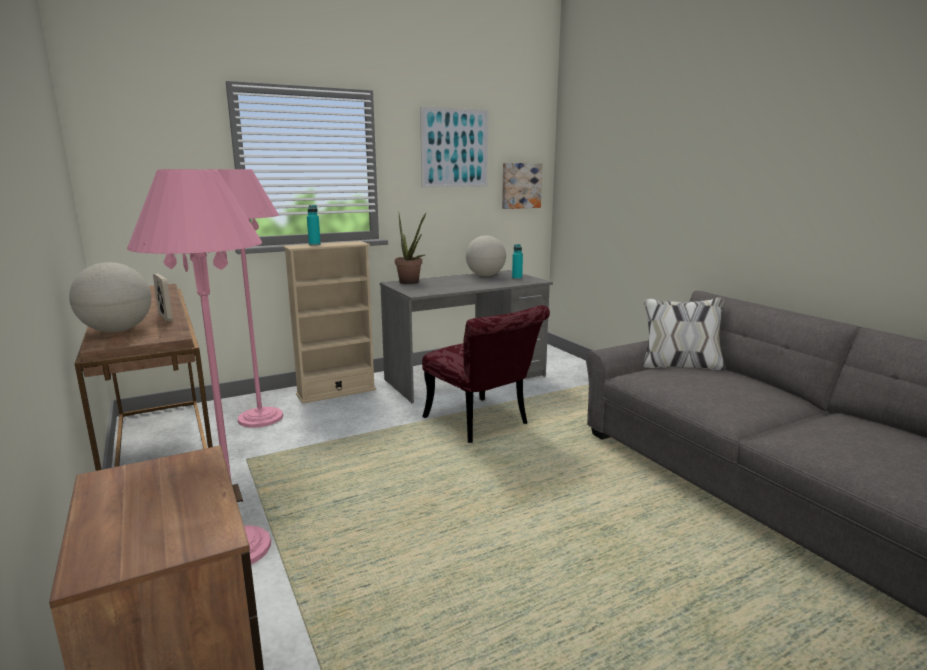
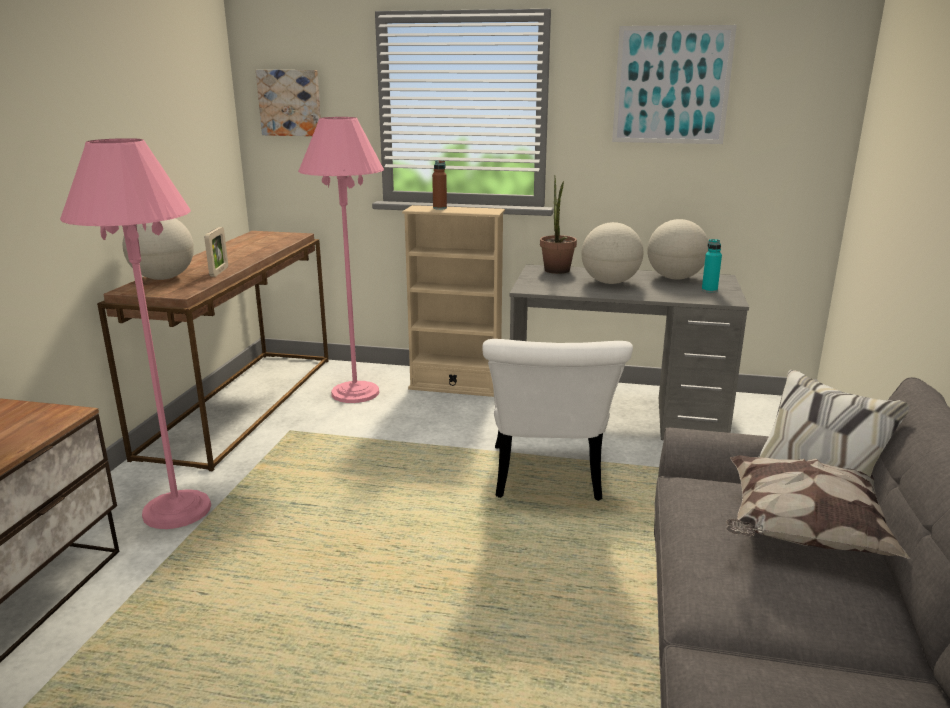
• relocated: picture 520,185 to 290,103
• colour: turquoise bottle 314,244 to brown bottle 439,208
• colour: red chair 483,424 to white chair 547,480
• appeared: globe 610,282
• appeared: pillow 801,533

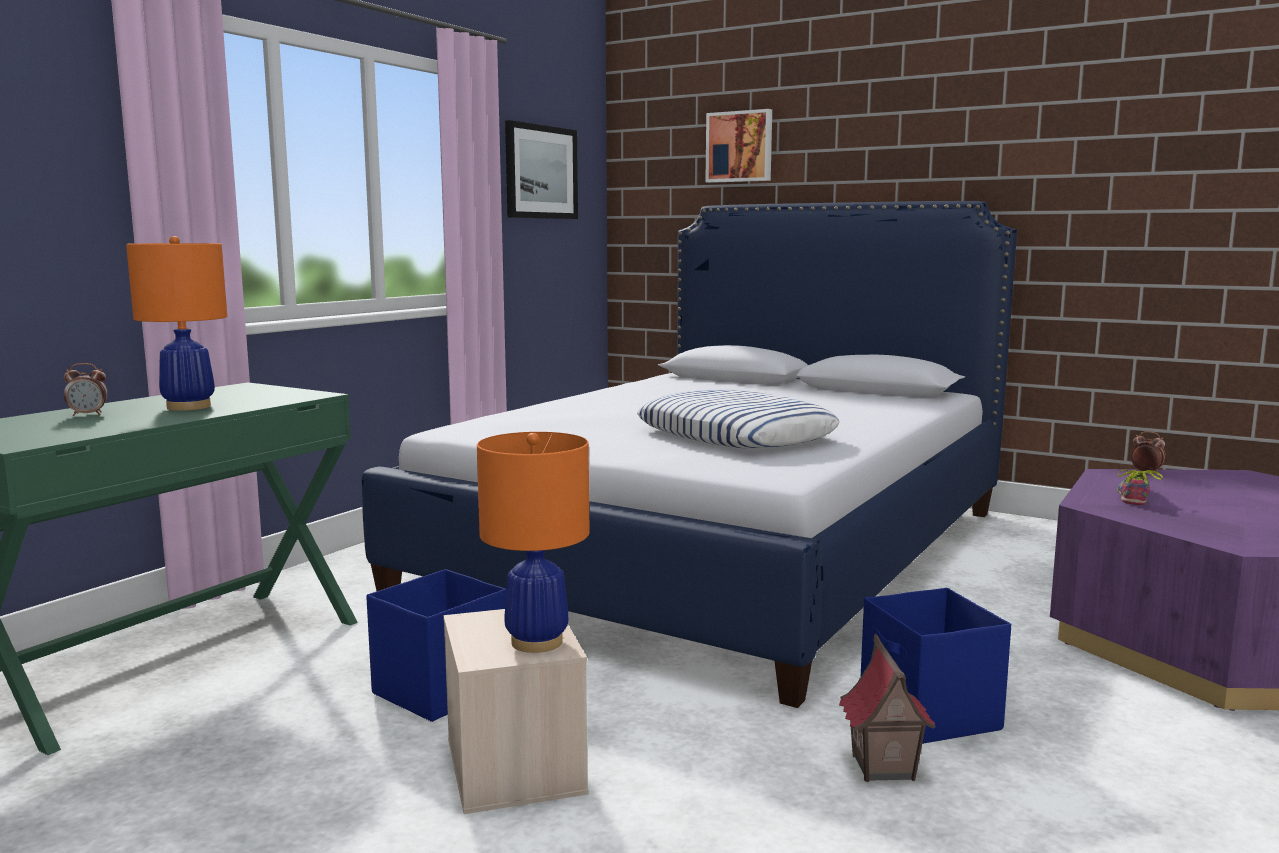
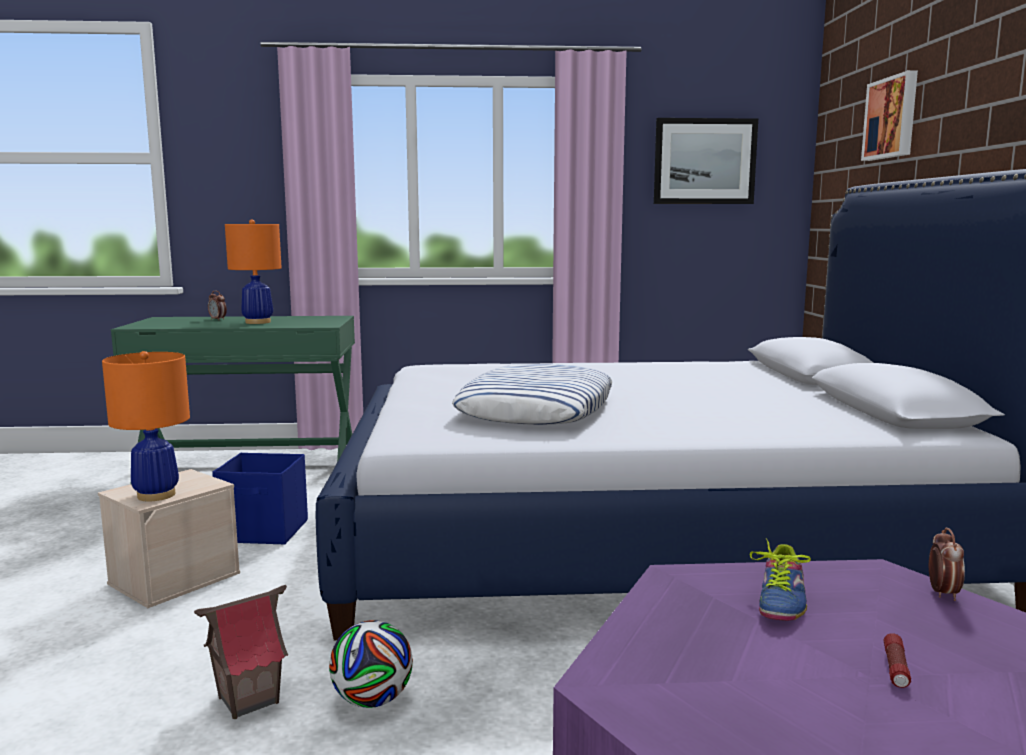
• exchanged: blue storage box 929,715 to football 372,700
• spun: shoe 1137,496 = 776,599 120 degrees clockwise
• appeared: flashlight 896,669

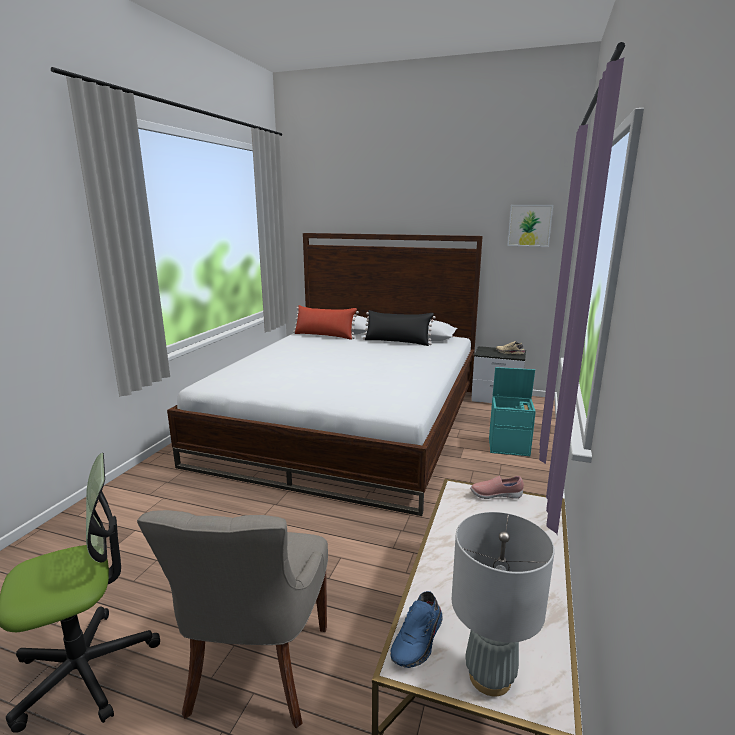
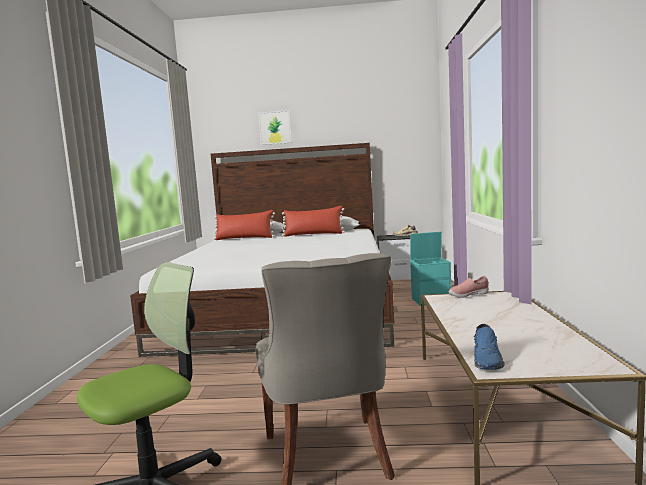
• relocated: picture 529,225 to 275,127
• colour: black pillow 397,342 to red pillow 313,234
• missing: grey table lamp 490,677

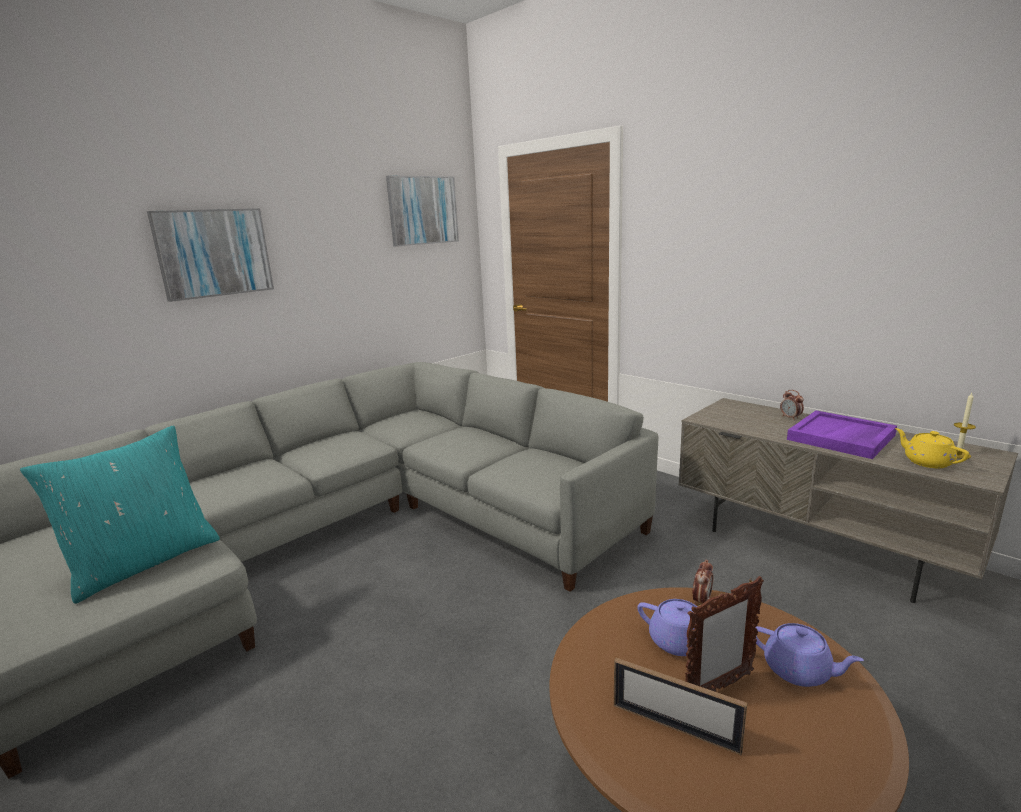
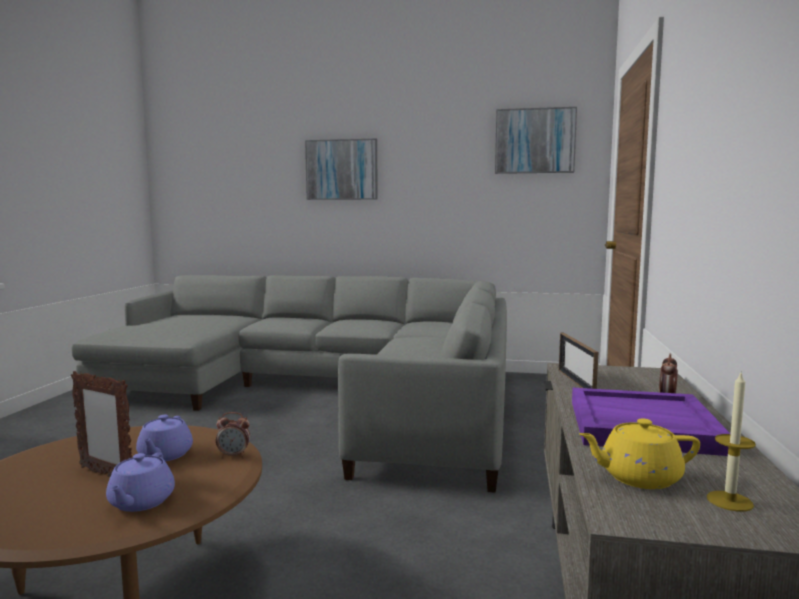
• relocated: picture frame 674,727 to 576,382
• spun: yellow teapot 927,462 = 638,477 120 degrees counterclockwise
• missing: turquoise pillow 144,562

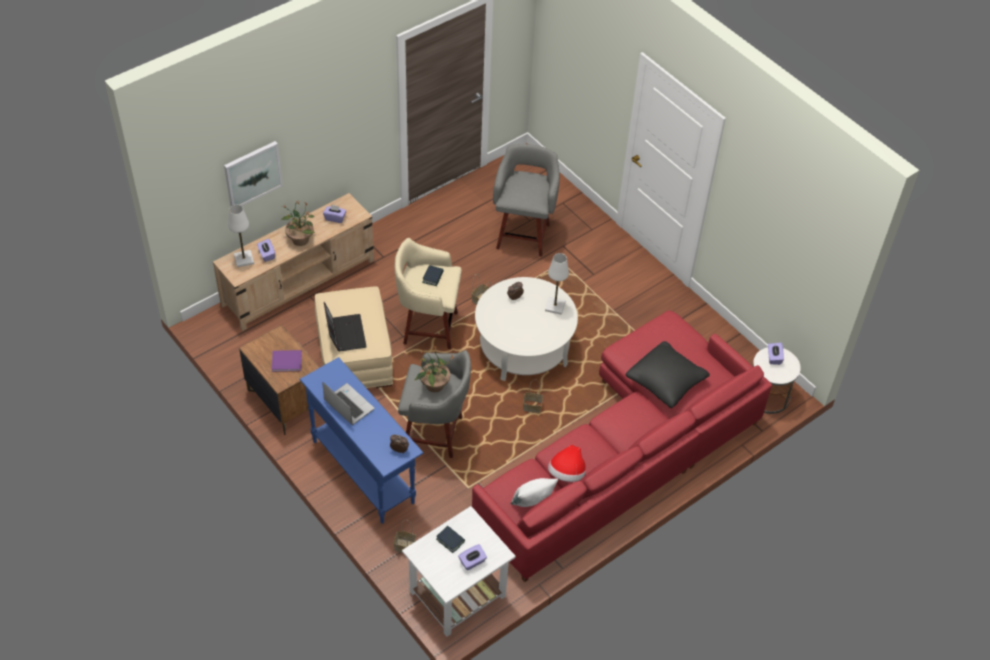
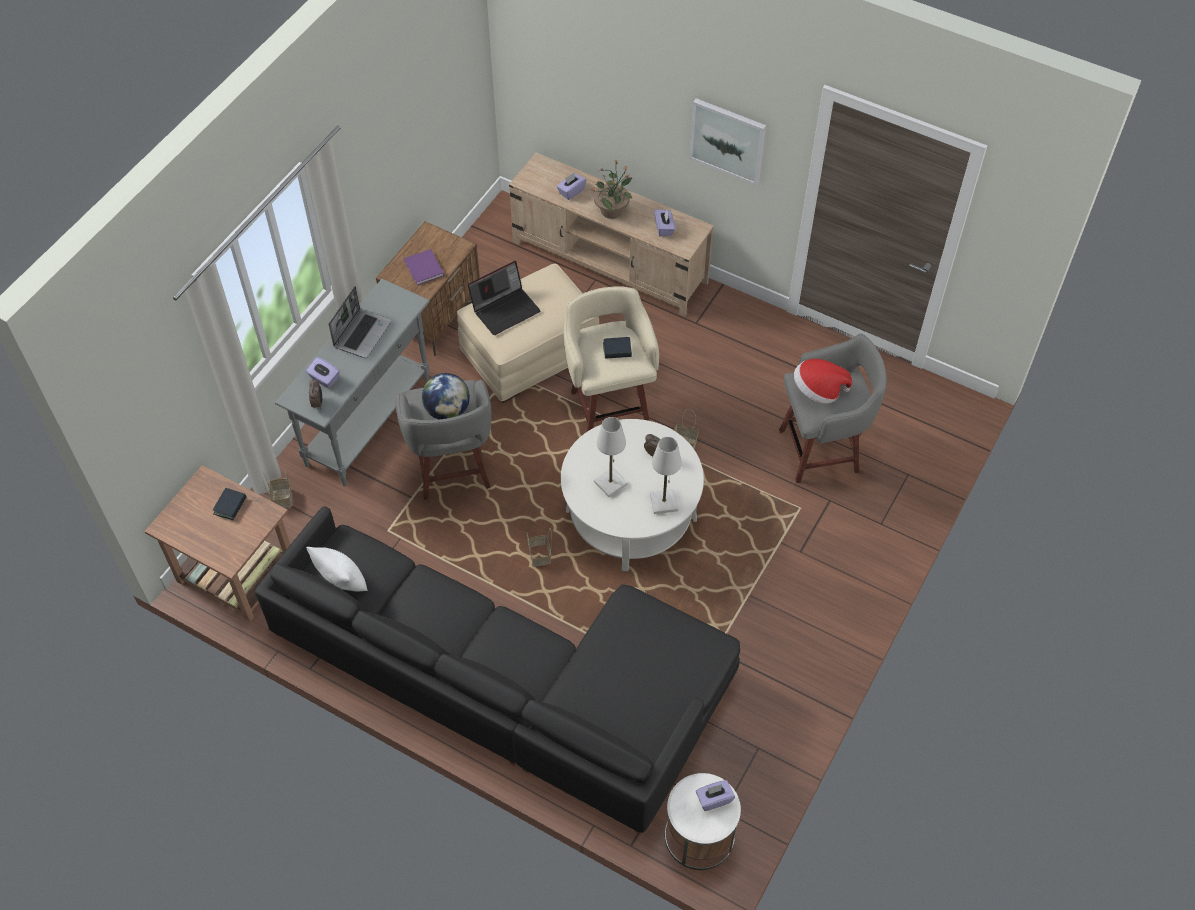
• colour: white side table 456,594 to brown side table 235,571
• colour: red sofa 625,454 to black sofa 513,684
• colour: blue console table 363,471 to grey console table 369,422
• relocated: purple tissue box 472,562 to 324,379
• exchanged: potted plant 434,385 to globe 447,410
• relocated: white table lamp 243,259 to 610,483
• relocated: picture 252,174 to 727,140
• relocated: hat 567,473 to 818,390
• missing: black pillow 666,381

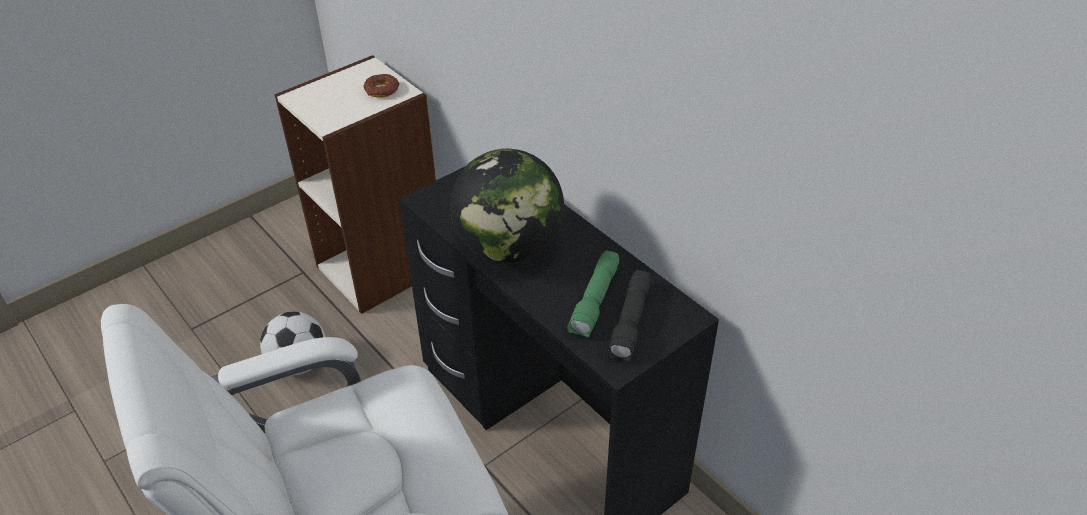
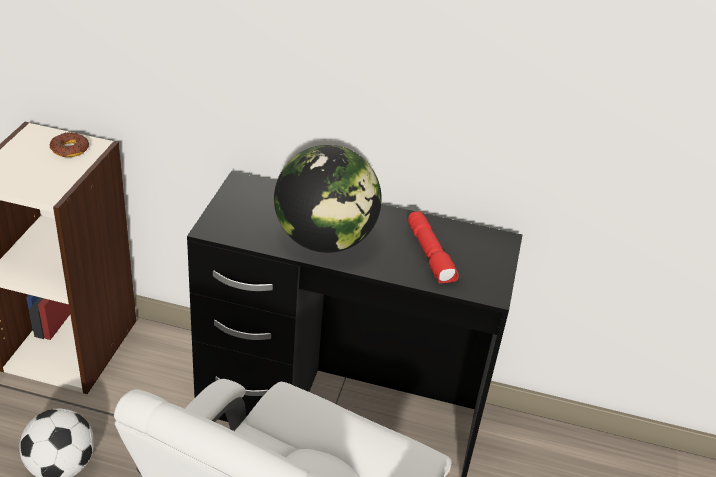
• colour: green flashlight 595,301 to red flashlight 430,255
• missing: black flashlight 631,323

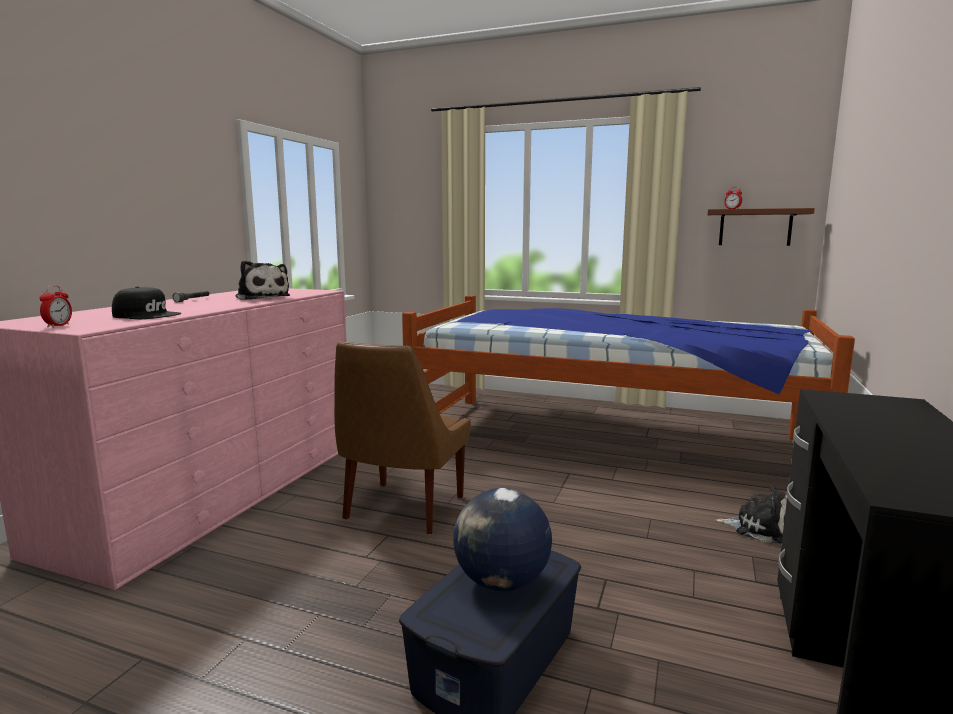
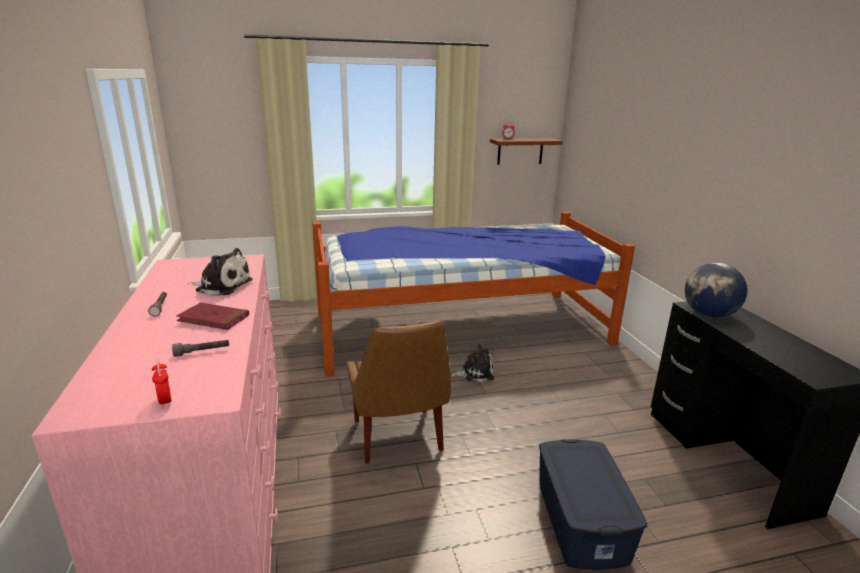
• exchanged: black cap 147,315 to grey flashlight 202,352
• appeared: red book 214,319
• relocated: plush toy 758,528 to 475,373
• relocated: globe 501,582 to 708,315

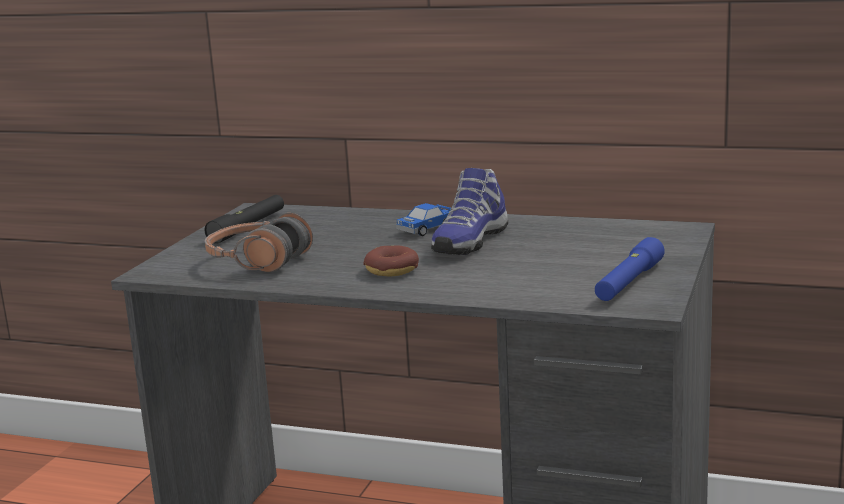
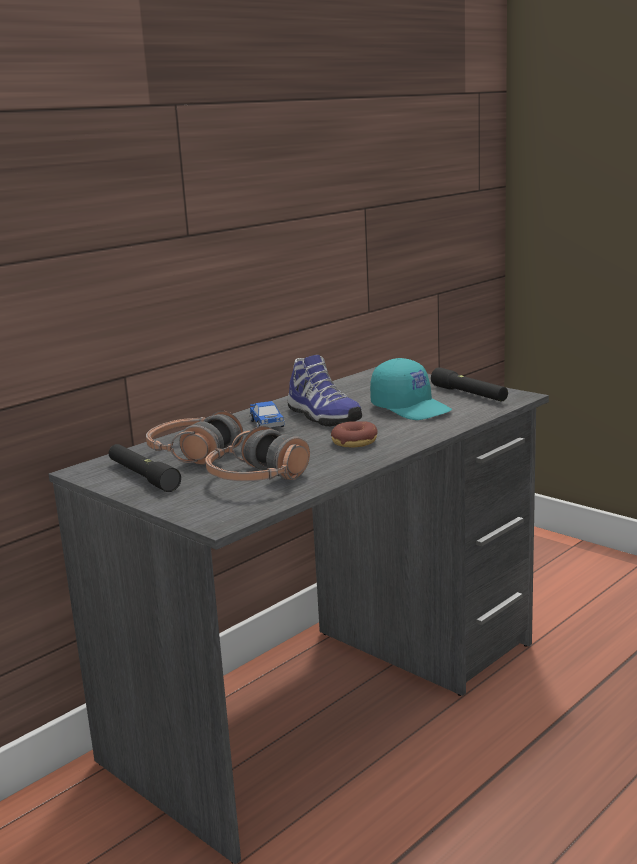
• appeared: headphones 194,454
• appeared: turquoise cap 411,408
• colour: blue flashlight 629,282 to black flashlight 469,394

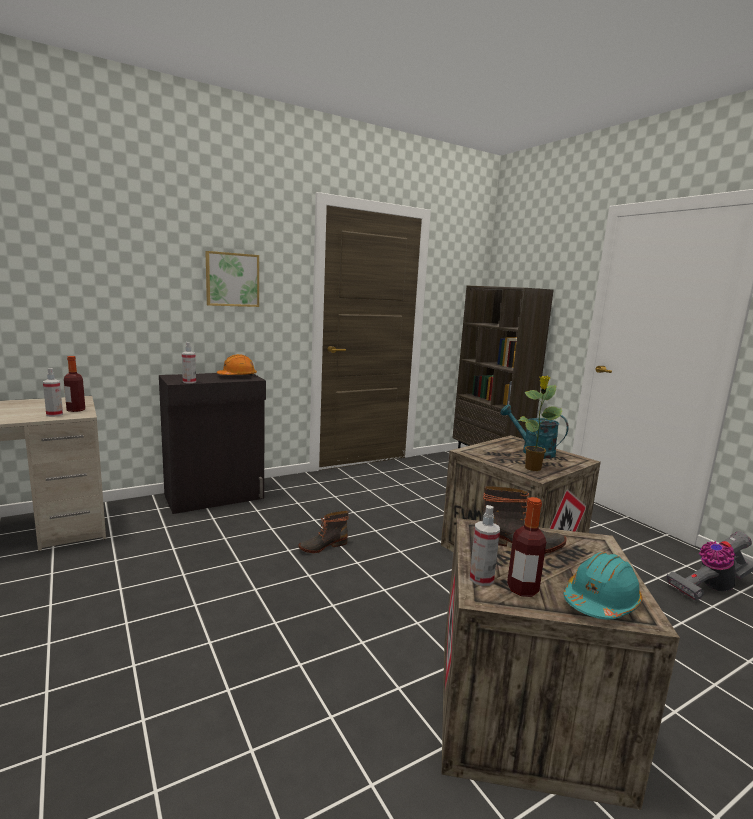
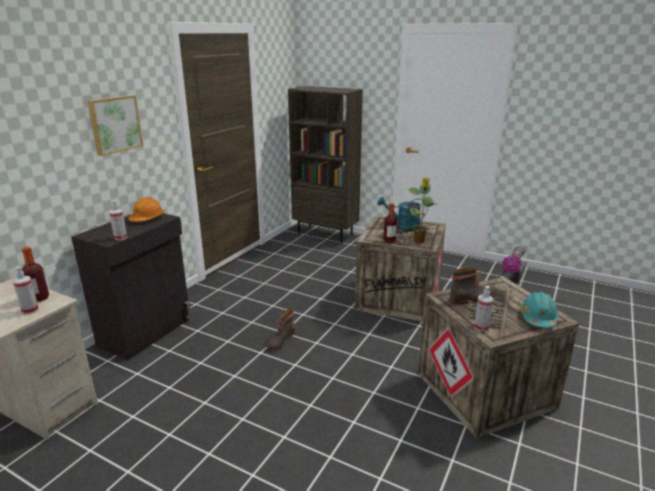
• relocated: bottle 522,589 to 389,241

